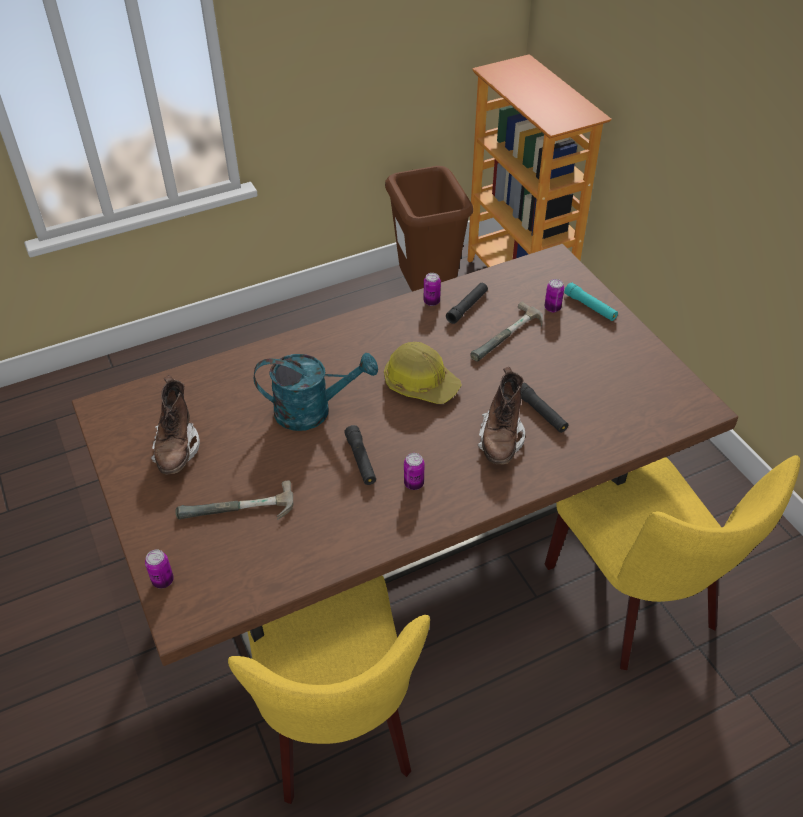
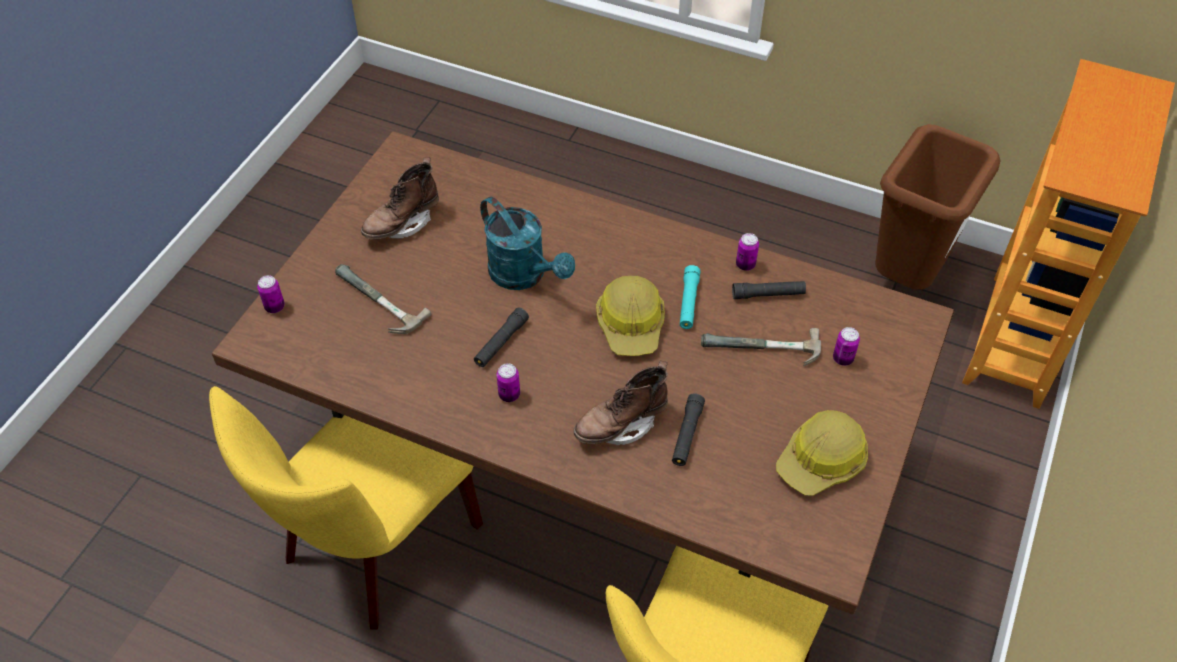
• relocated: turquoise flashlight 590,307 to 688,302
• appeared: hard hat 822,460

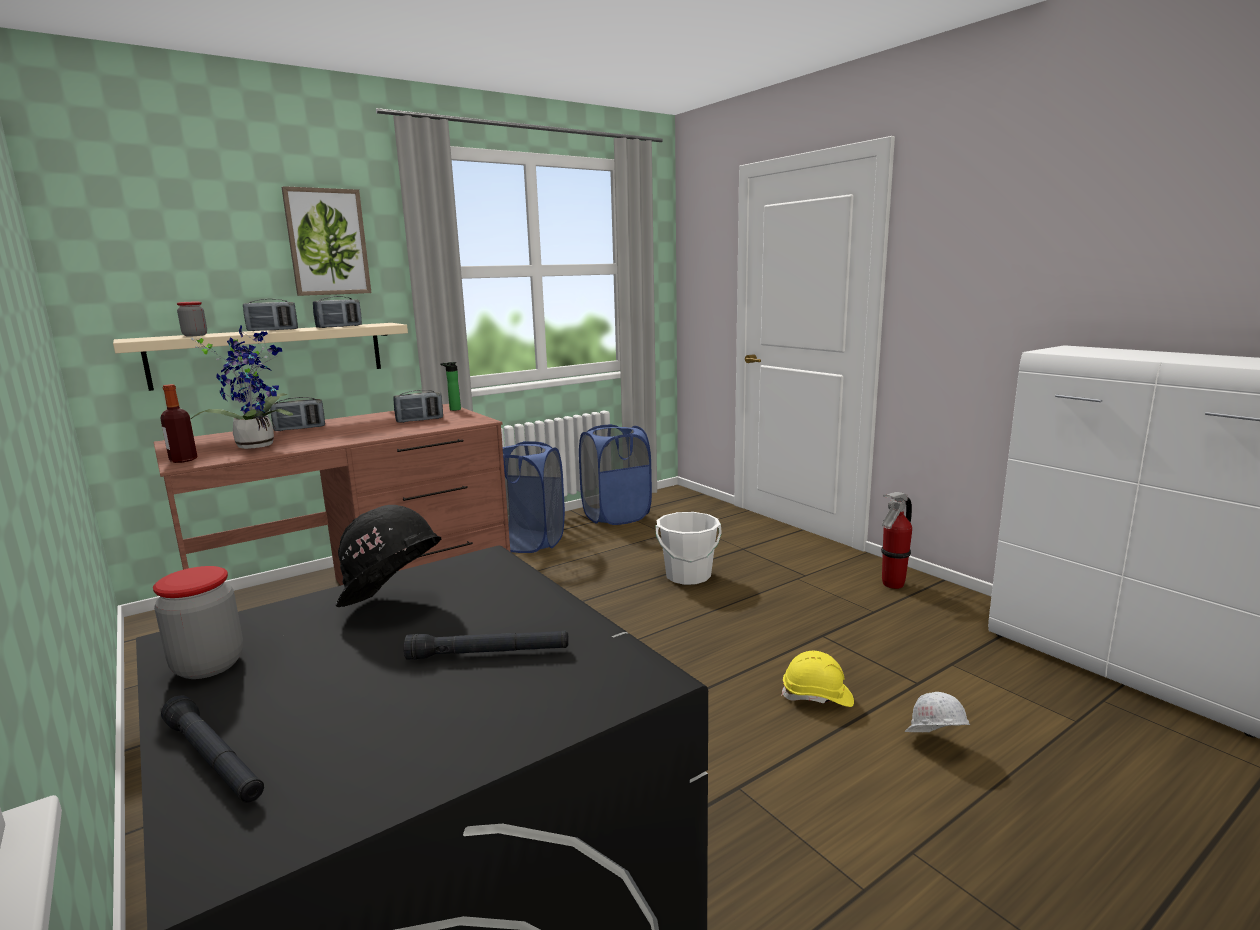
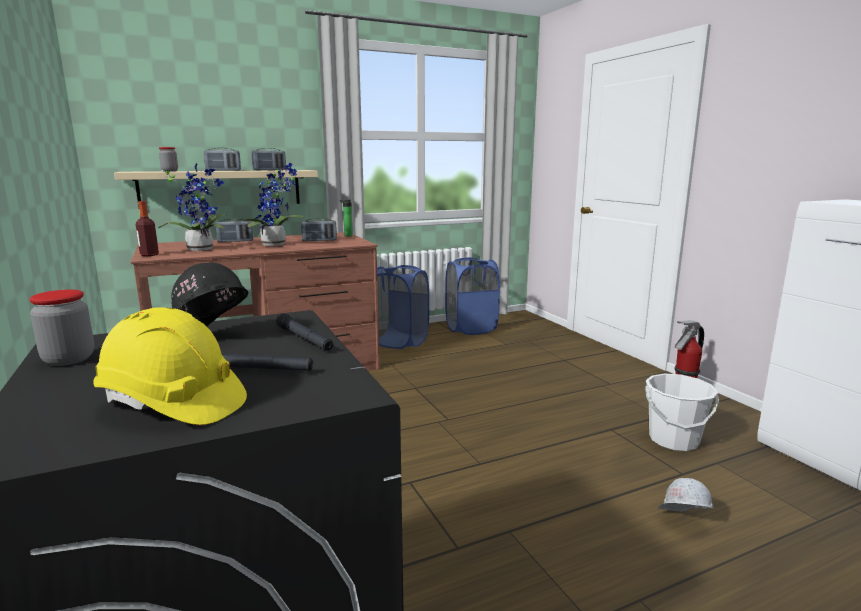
• relocated: yellow hard hat 817,697 to 173,404
• appeared: potted plant 277,245
• relocated: black flashlight 214,760 to 304,339
• relocated: white bucket 688,576 to 673,440
• missing: picture 327,242

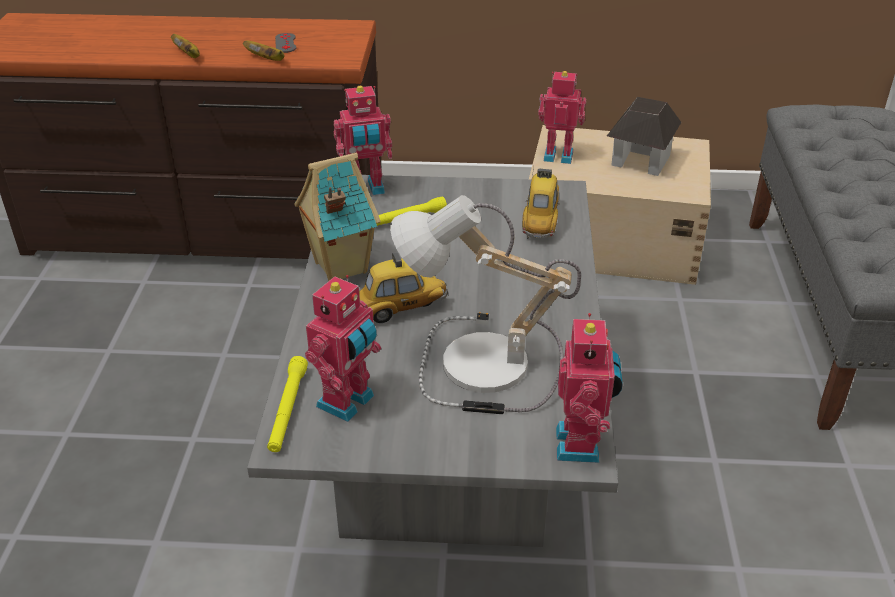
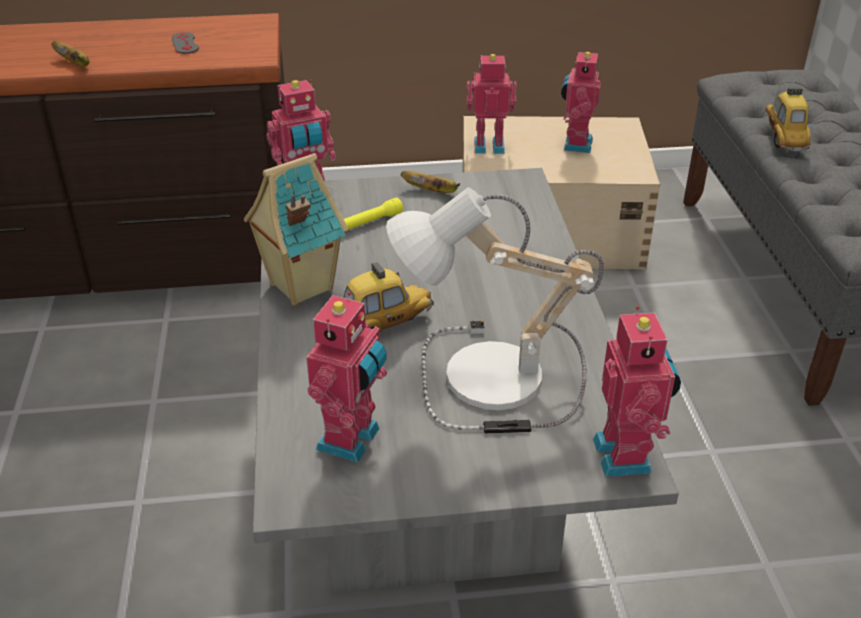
• relocated: banana 267,59 to 432,191
• exchanged: toy house 640,160 to toy robot 575,144
• relocated: toy car 541,220 to 783,138
• missing: yellow flashlight 288,410

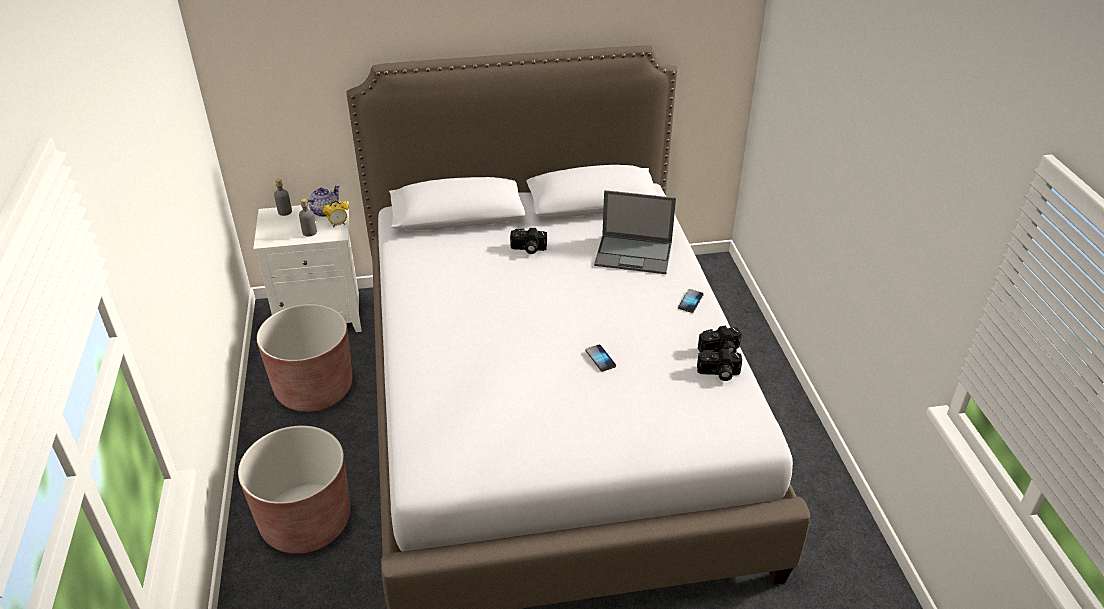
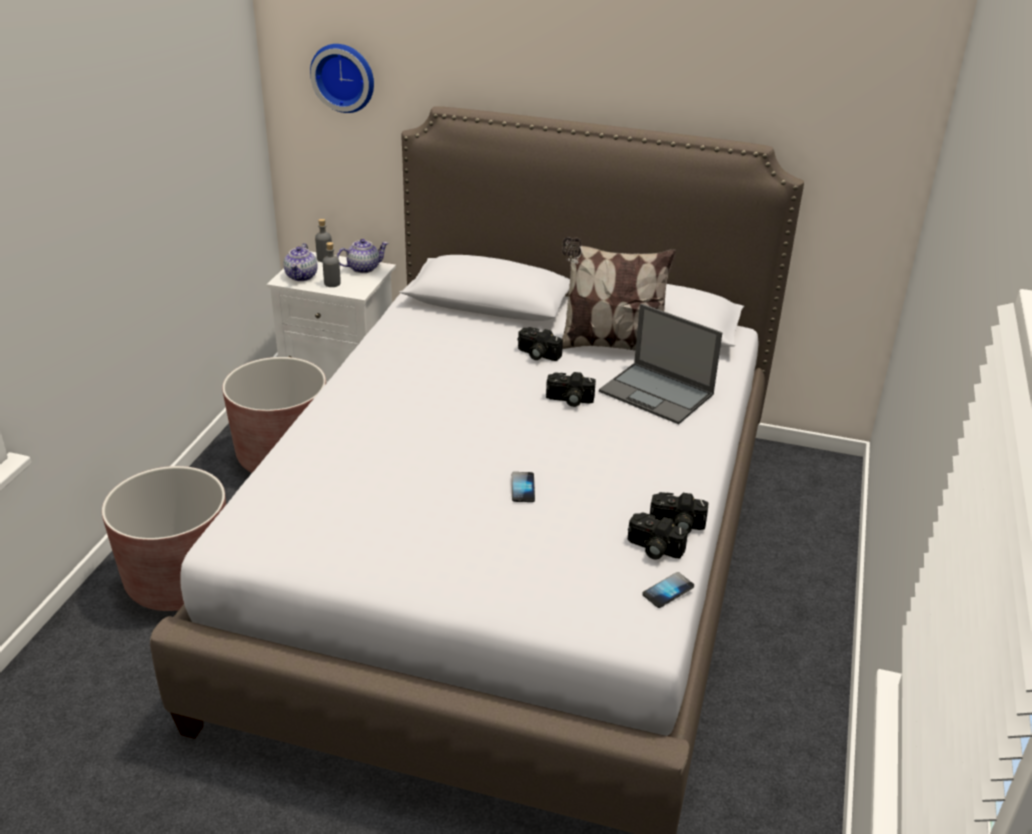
• appeared: teapot 302,276
• appeared: wall clock 344,77
• appeared: photo camera 569,400
• appeared: pillow 611,345
• relocated: phone 690,301 to 668,591
• missing: alarm clock 338,224

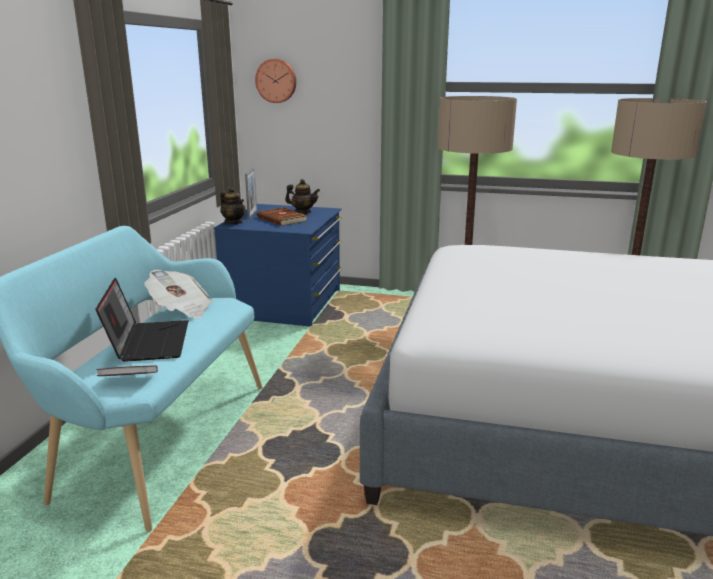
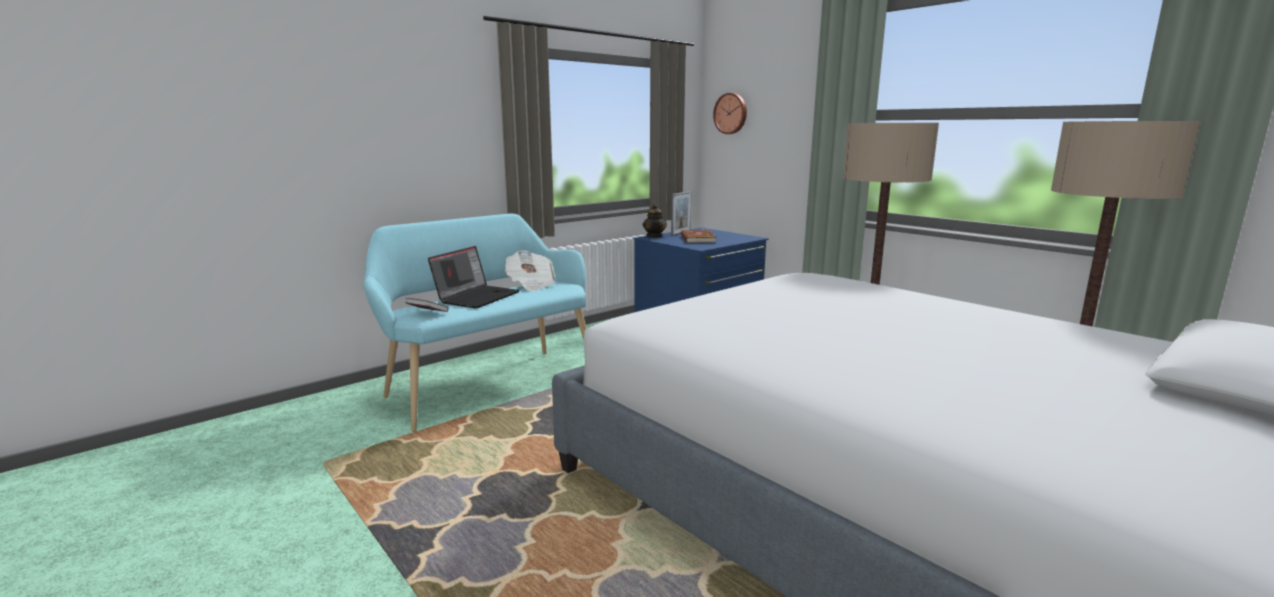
• missing: teapot 303,212

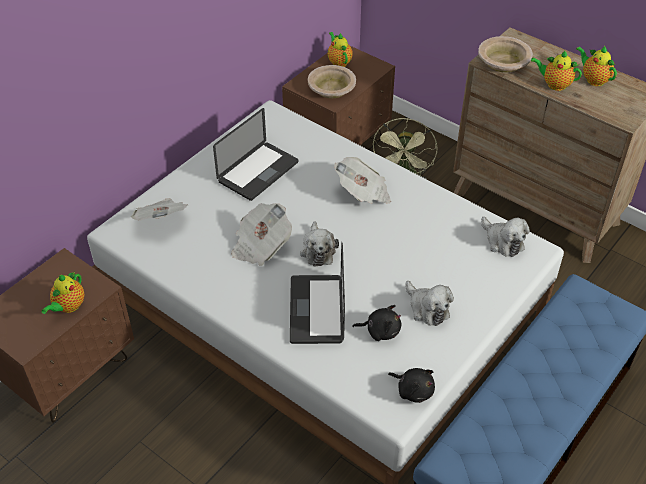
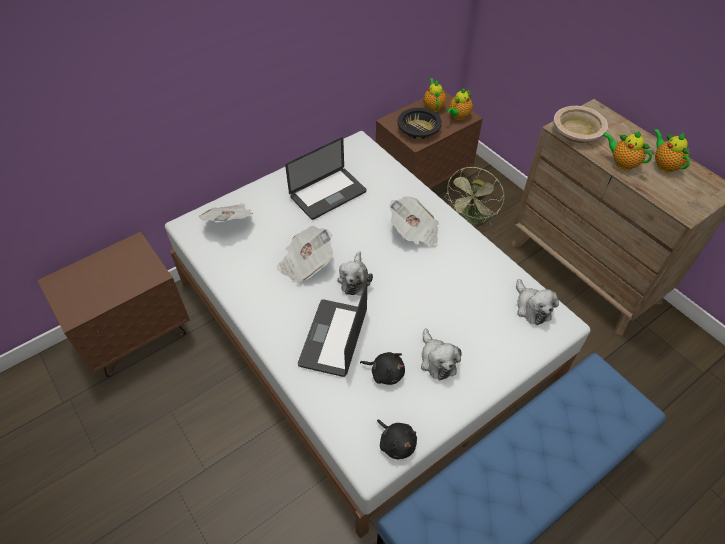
• colour: beige bowl 331,88 to black bowl 418,129
• relocated: teapot 68,307 to 458,116

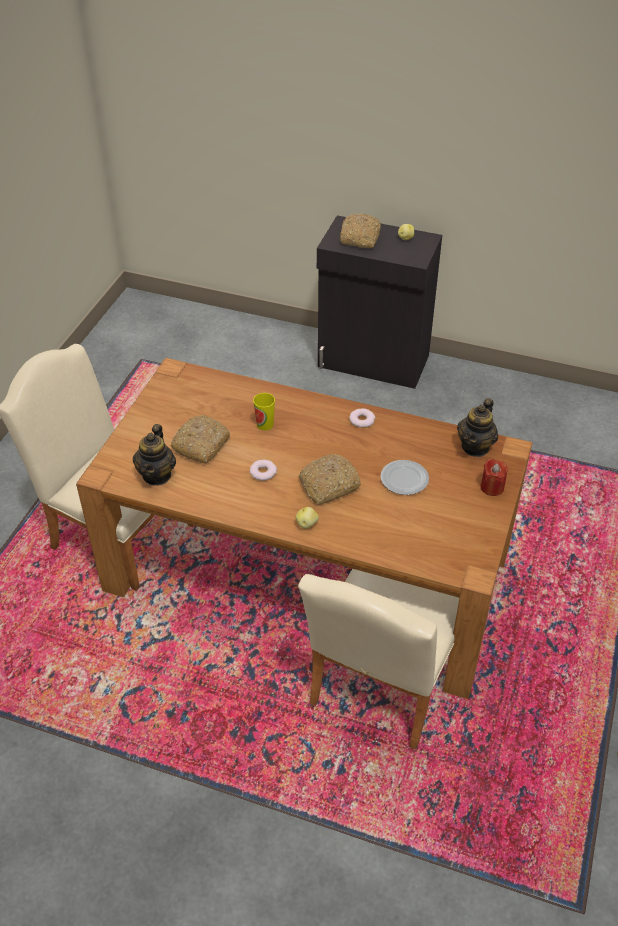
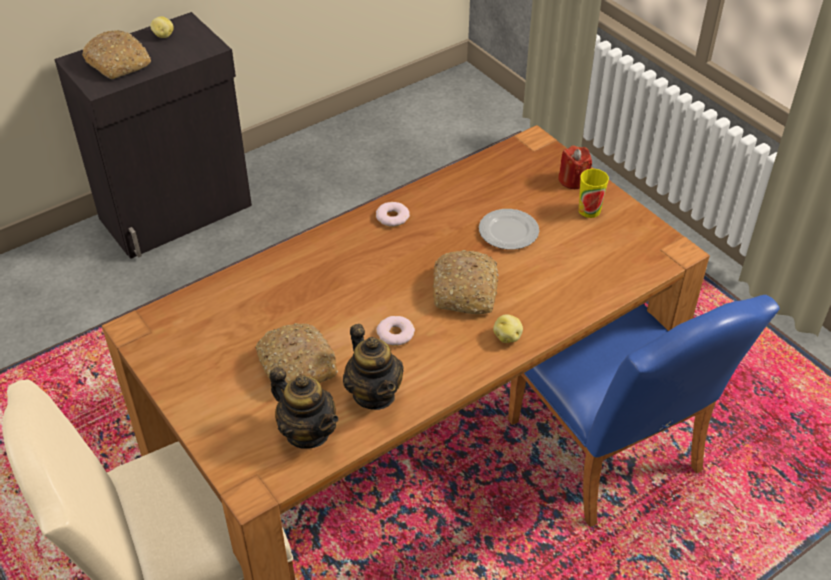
• relocated: teapot 475,447 to 374,394
• colour: beige chair 380,687 to blue chair 610,456
• relocated: cup 265,424 to 589,210

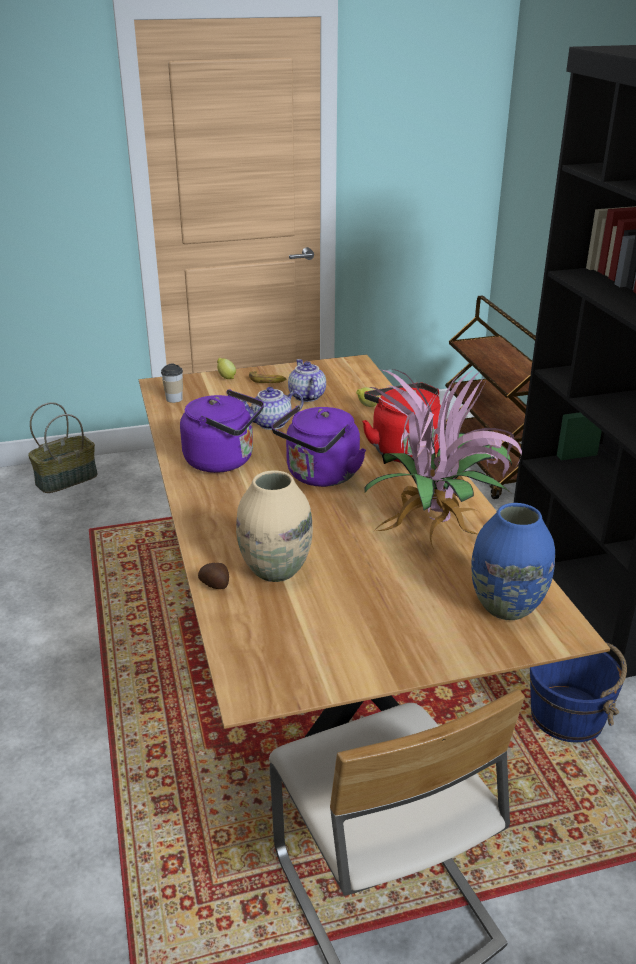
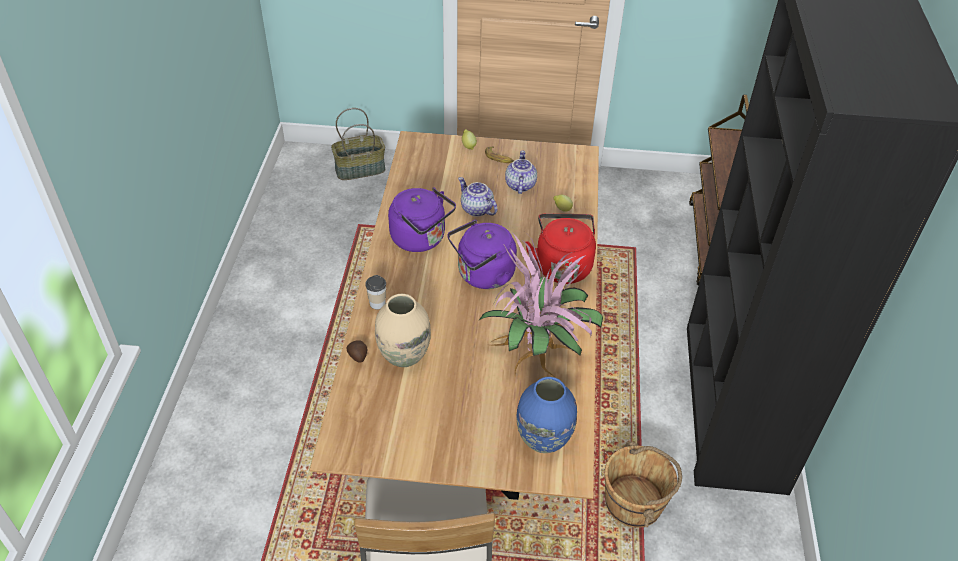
• relocated: cup 174,399 to 377,303
• spun: teapot 271,424 = 476,209 45 degrees clockwise
• colour: blue bucket 568,716 to brown bucket 635,503

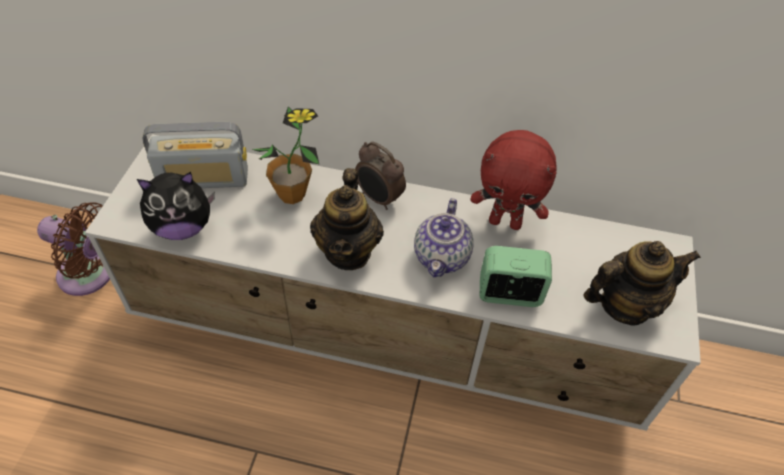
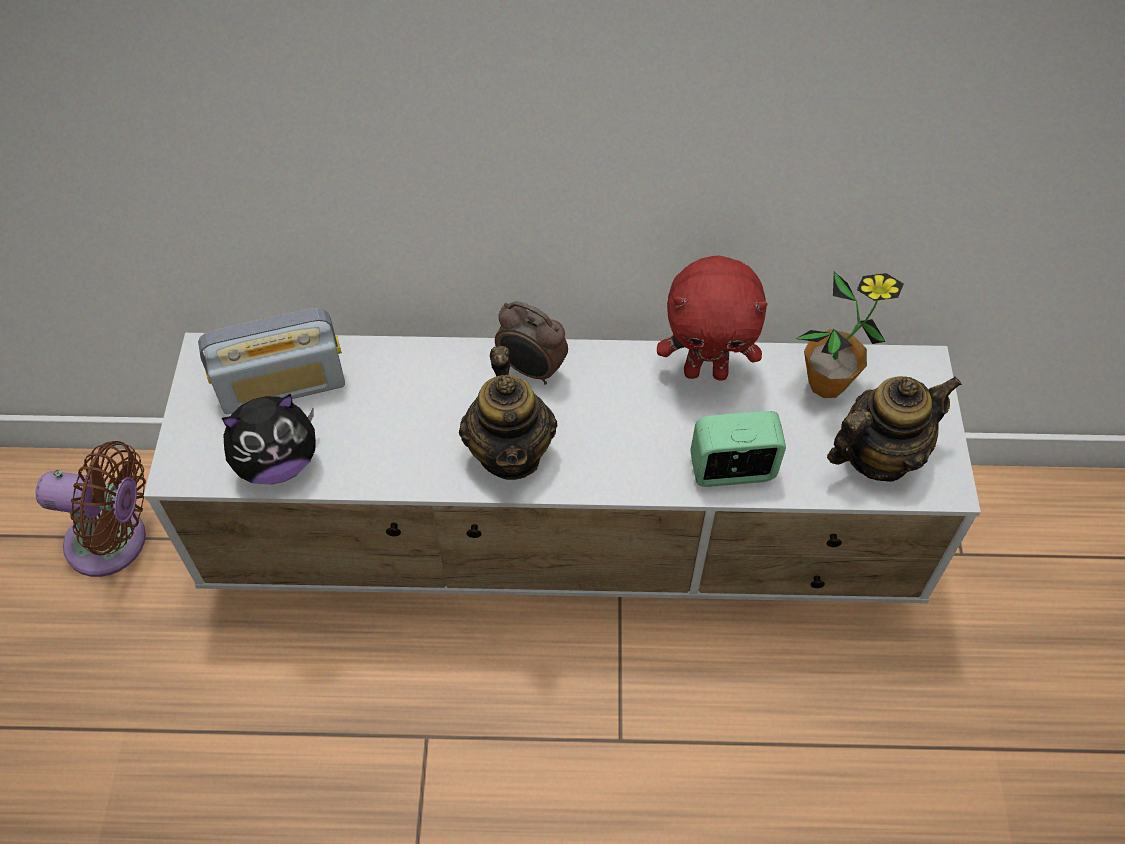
• relocated: potted plant 292,194 to 827,384
• missing: teapot 442,258

